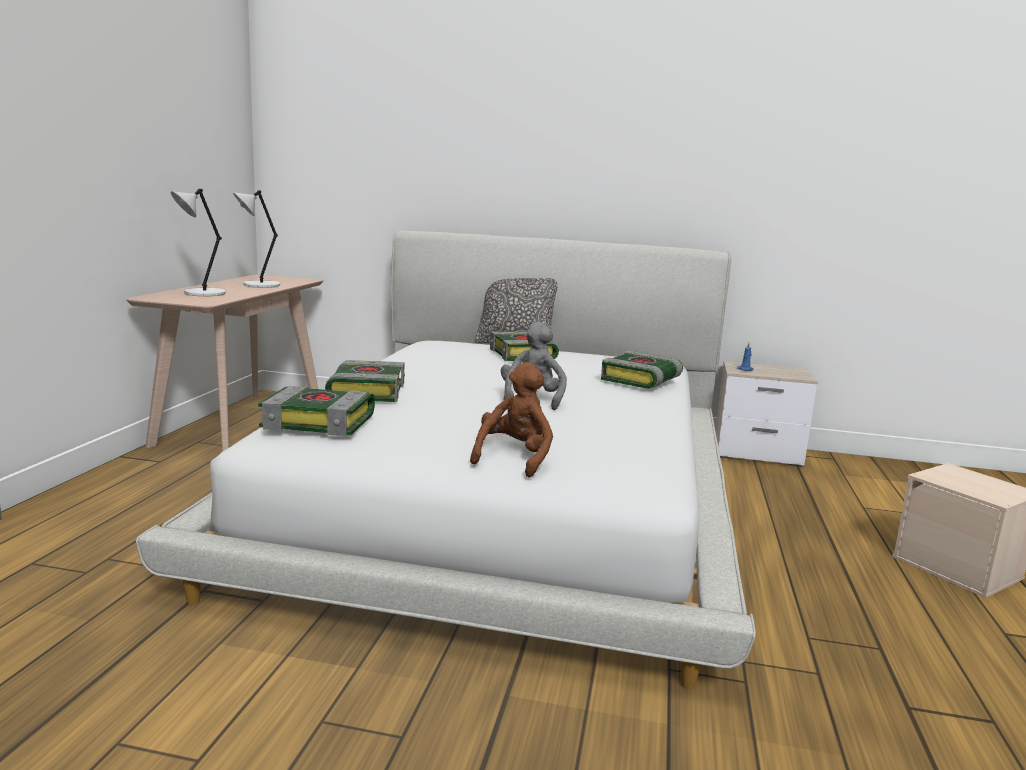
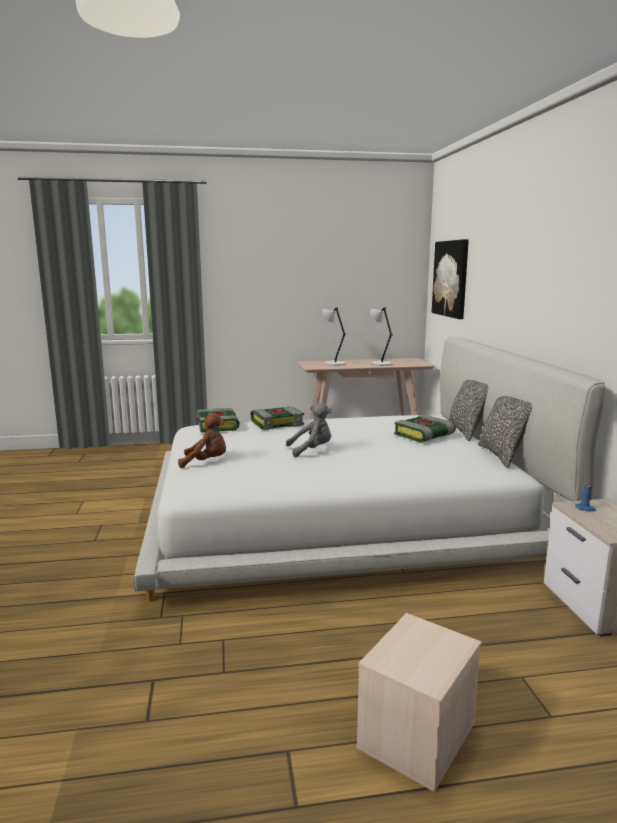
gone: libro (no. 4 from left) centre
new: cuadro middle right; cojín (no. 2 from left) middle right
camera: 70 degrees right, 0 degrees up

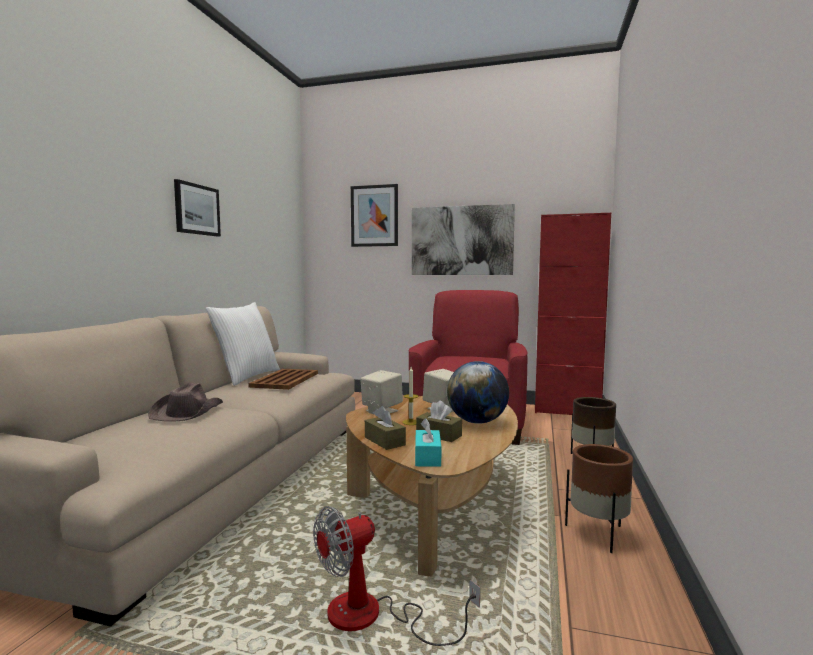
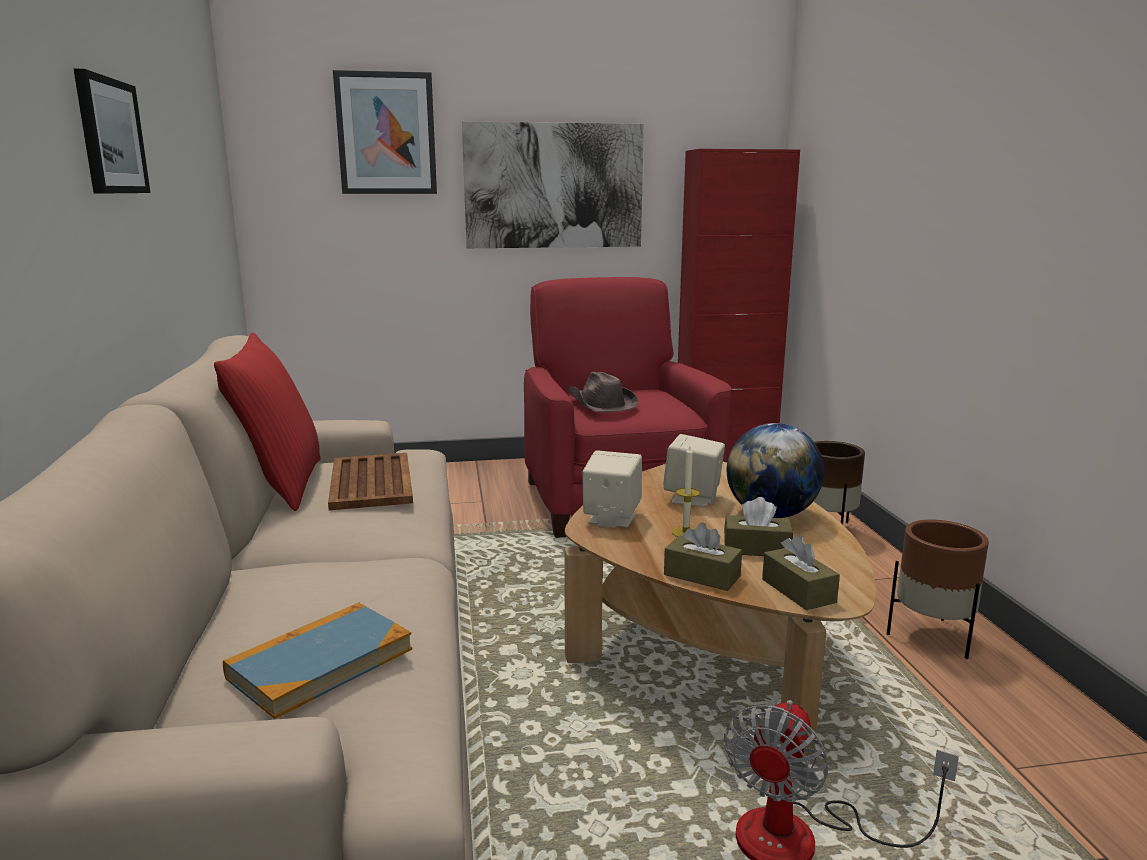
new: libro bottom left
shifted: sombrero/marrón middle left to centre
repainted: cojín/blanco middle left to cojín/rojo middle left; caja de pañuelos/turquesa bottom centre to caja de pañuelos/marrón (no. 3 from left) middle right
camera: 25 degrees left, 10 degrees up

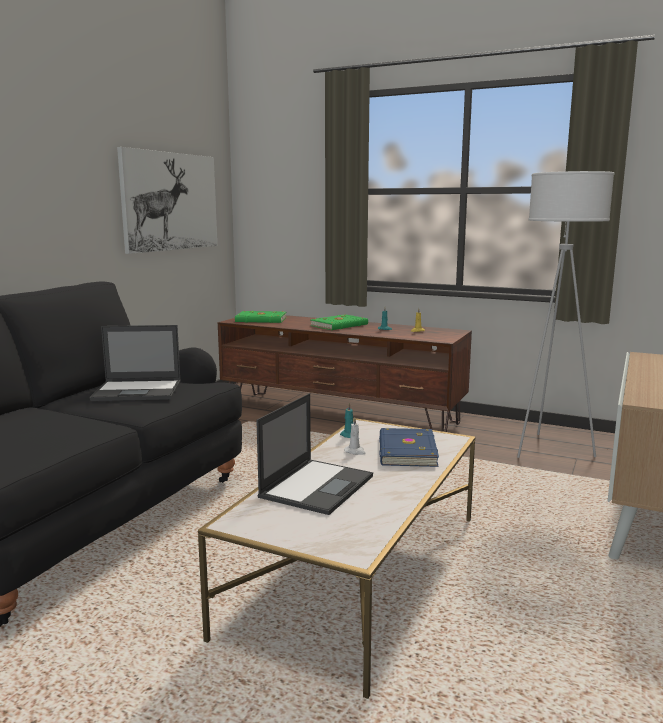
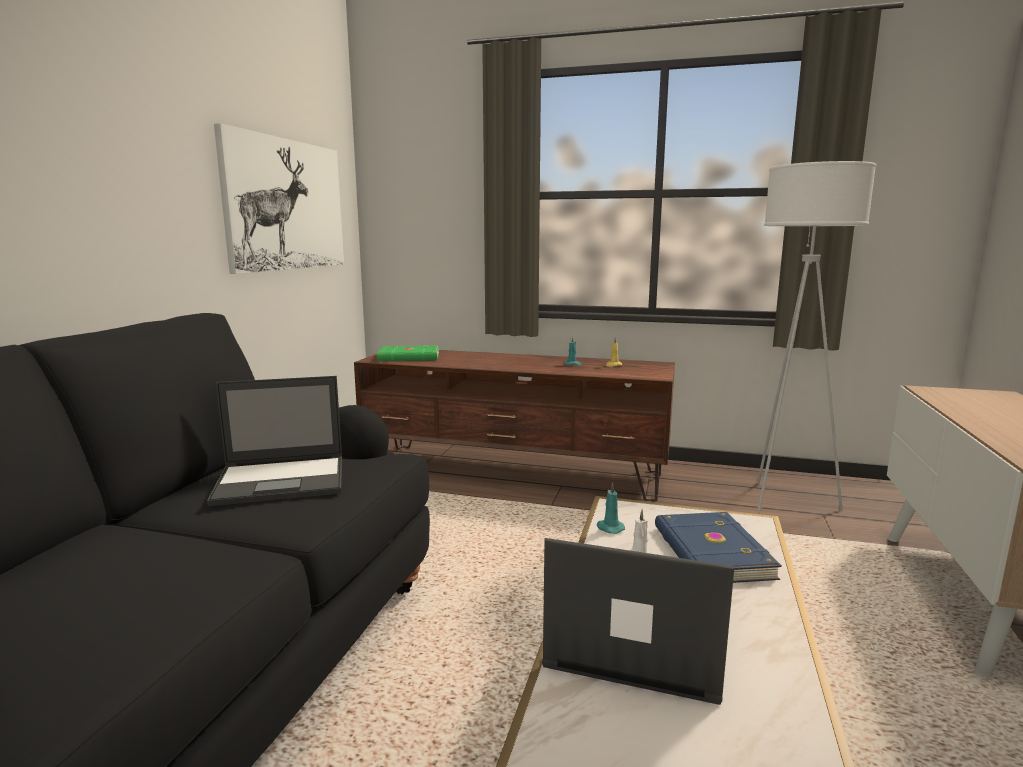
gone: libro/verde (no. 2 from left) centre
rotated: portátil (no. 2 from left) centre = bottom centre 90 degrees counterclockwise
camera: 10 degrees left, 0 degrees up

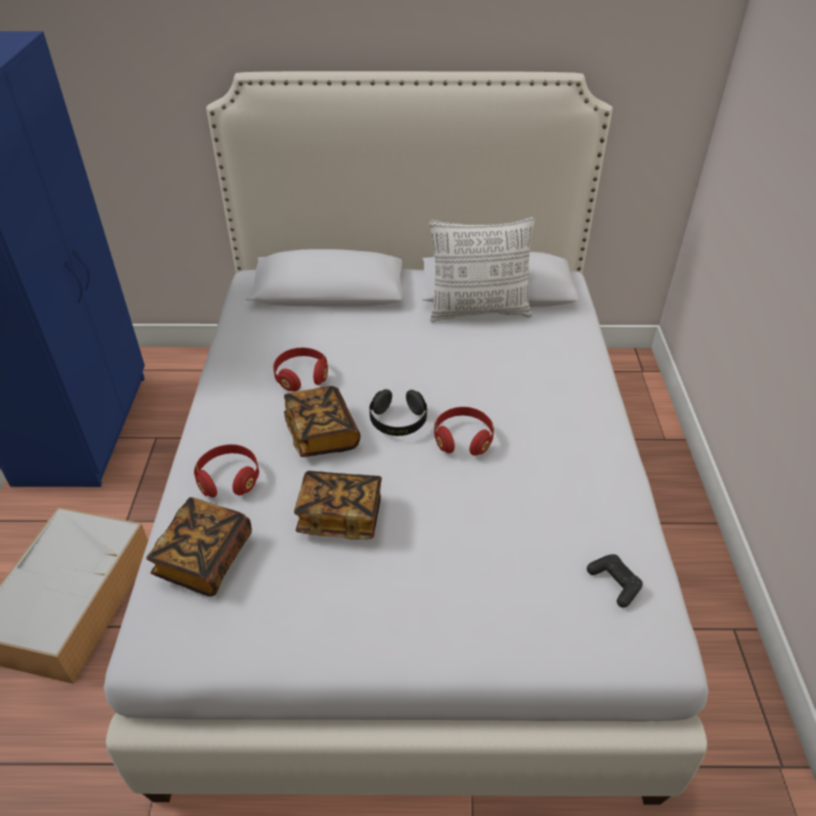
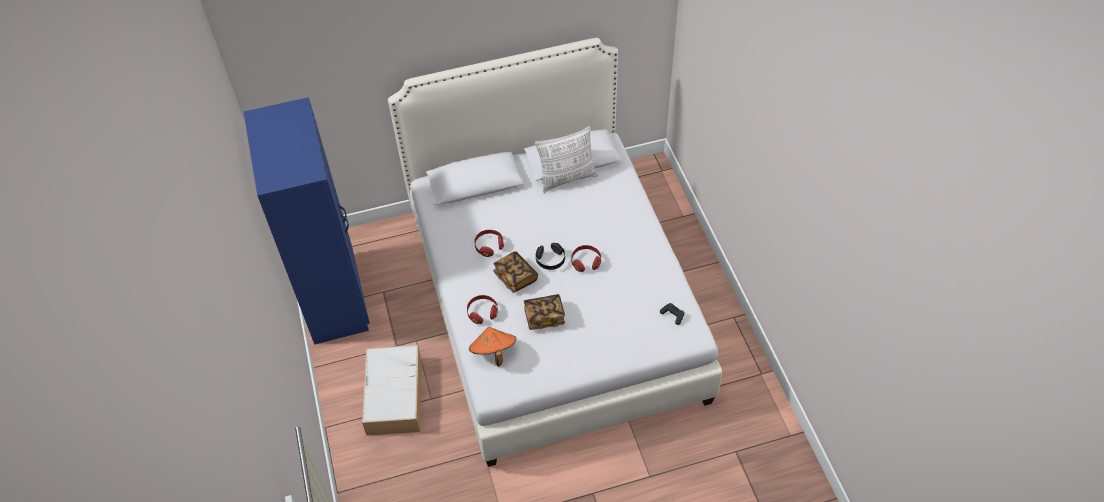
swapped: libro (no. 1 from left) bottom left to sombrero/naranja bottom centre
camera: 15 degrees left, 10 degrees up

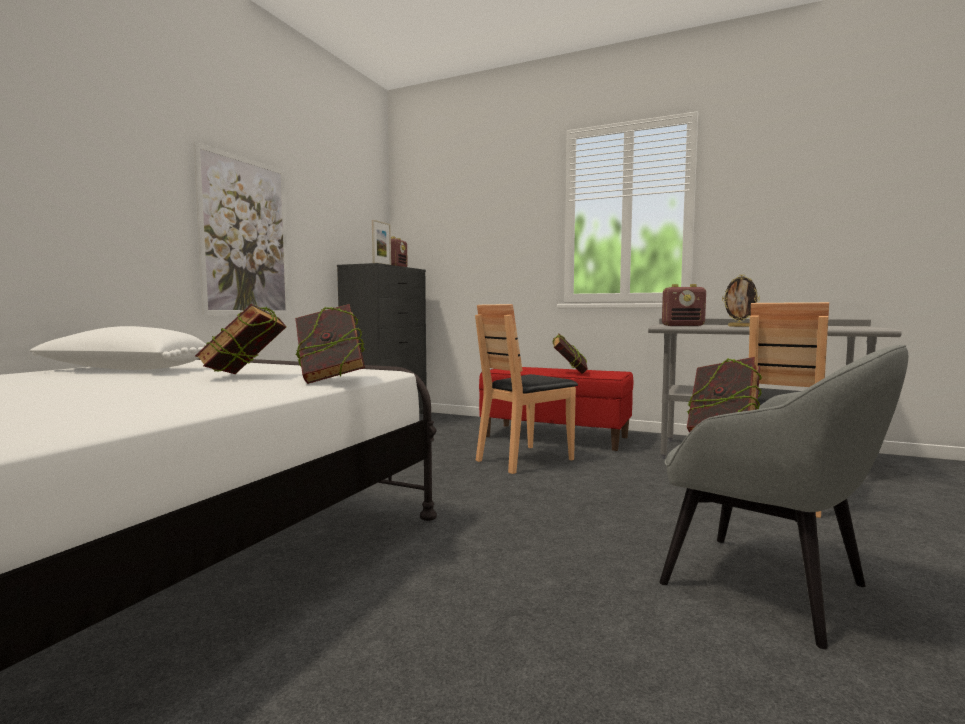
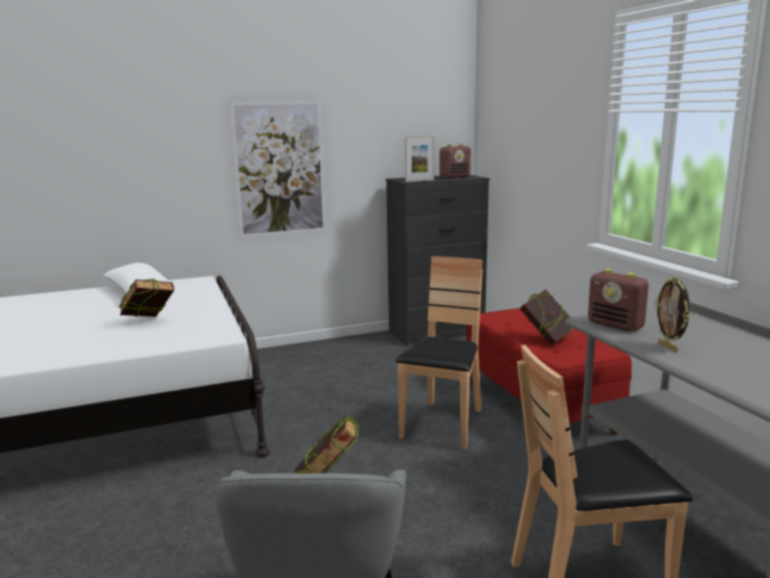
gone: libro (no. 2 from left) centre
rotated: silla/marrón (no. 1 from left) centre = centre 105 degrees clockwise
camera: 45 degrees right, 10 degrees up

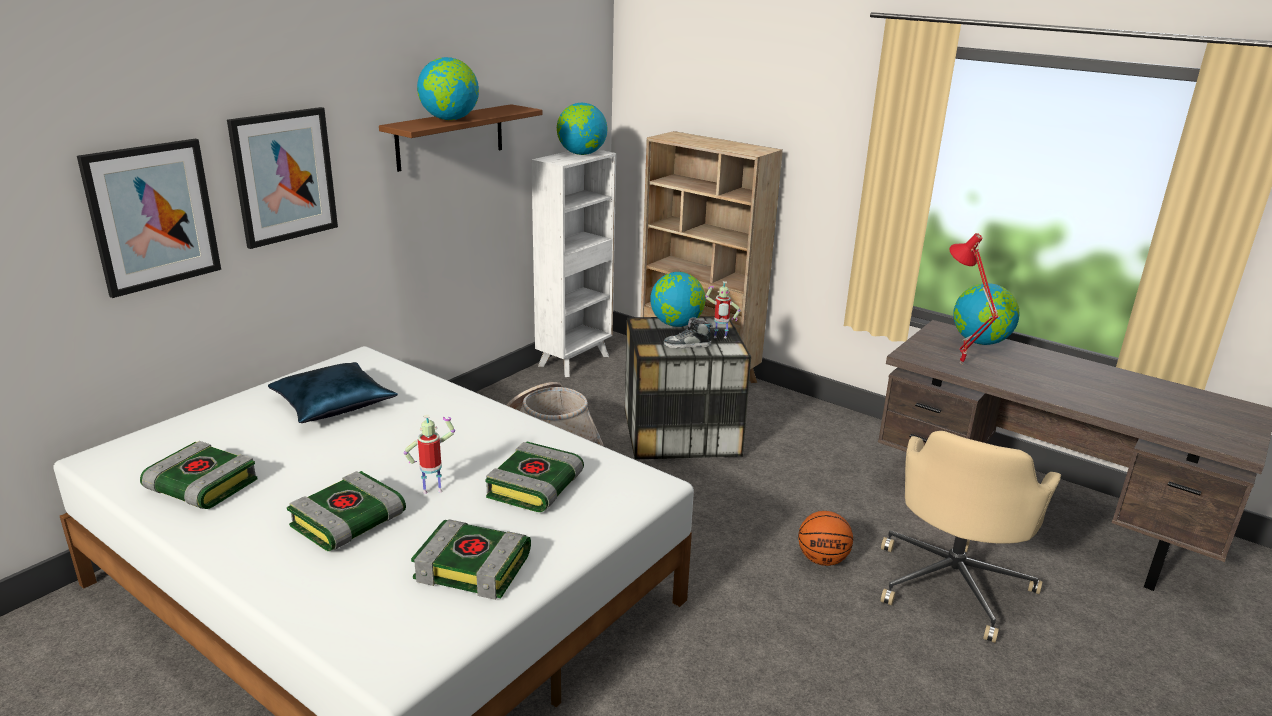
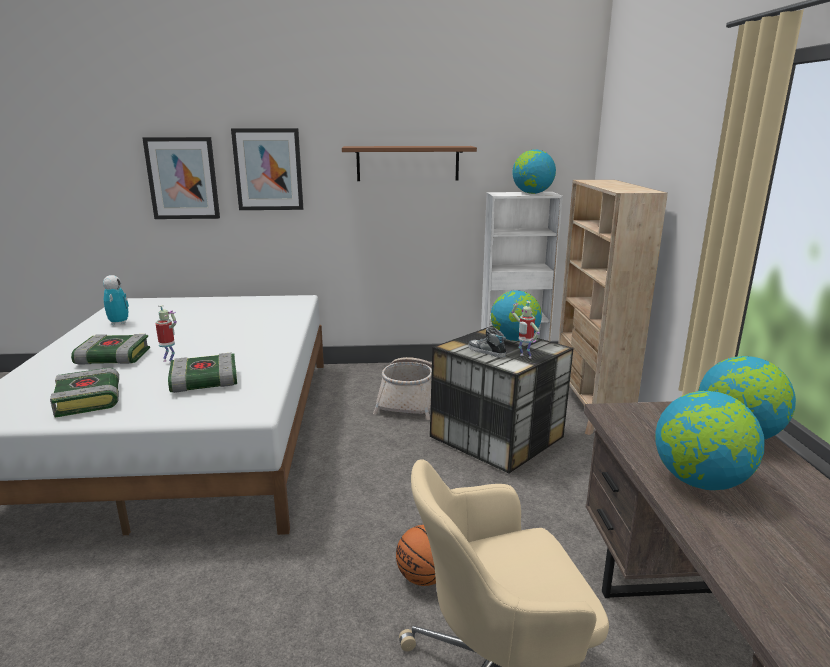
gone: lámpara de mesa/rojo middle right; cojín/azul middle left
shifted: globo terráqueo (no. 1 from left in the first image) top centre to globo terráqueo (no. 3 from left) middle right
swapped: libro (no. 1 from left) middle left to robot de juguete (no. 1 from left) middle left
camera: 50 degrees right, 5 degrees down

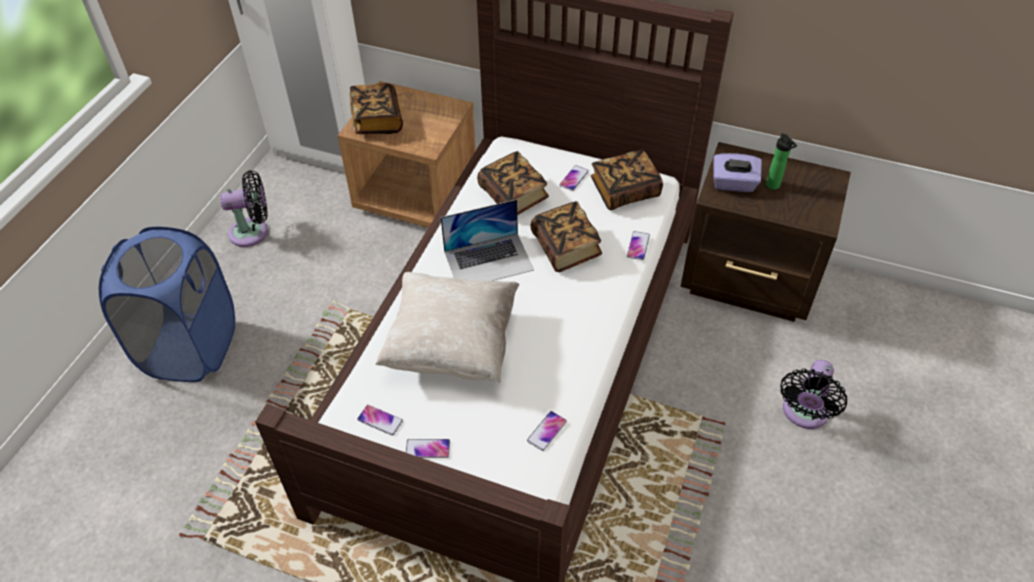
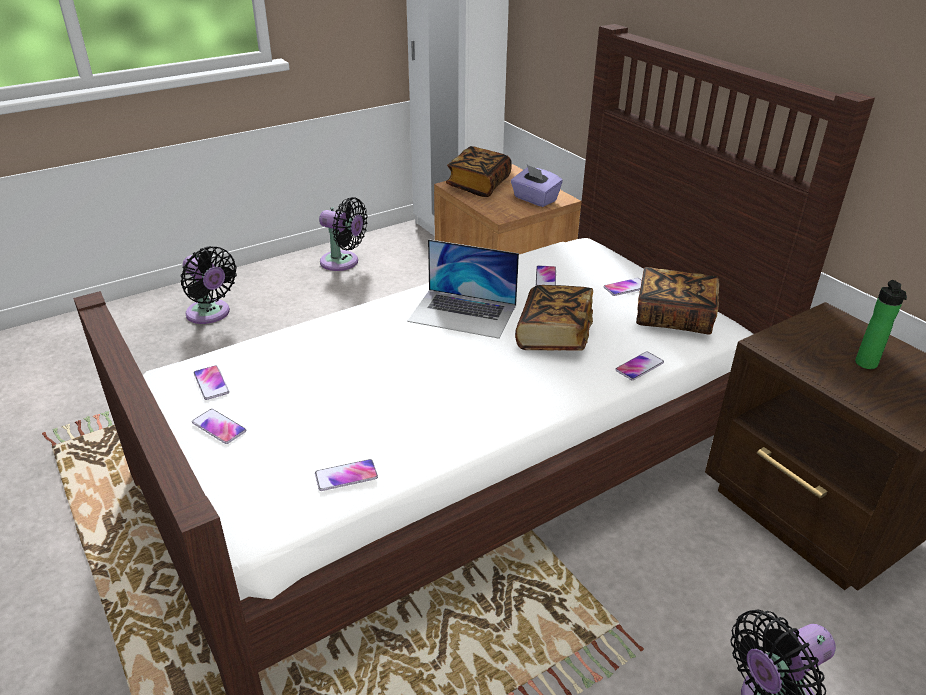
gone: cojín/beis centre
shifted: caja de pañuelos/morado top right to top centre
swapped: libro (no. 2 from left) top centre to móvil (no. 4 from left) centre; cesto de la ropa/azul middle left to ventilador/negro (no. 1 from left) middle left
camera: 35 degrees right, 15 degrees down

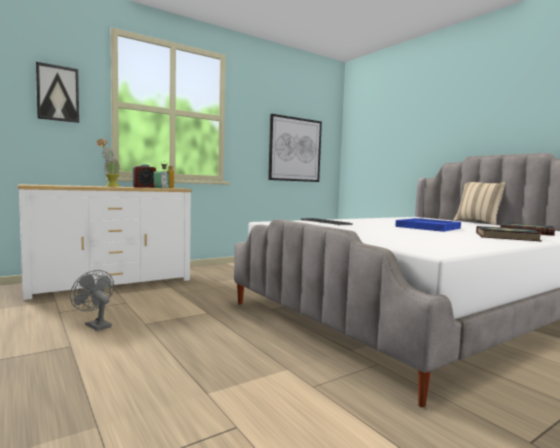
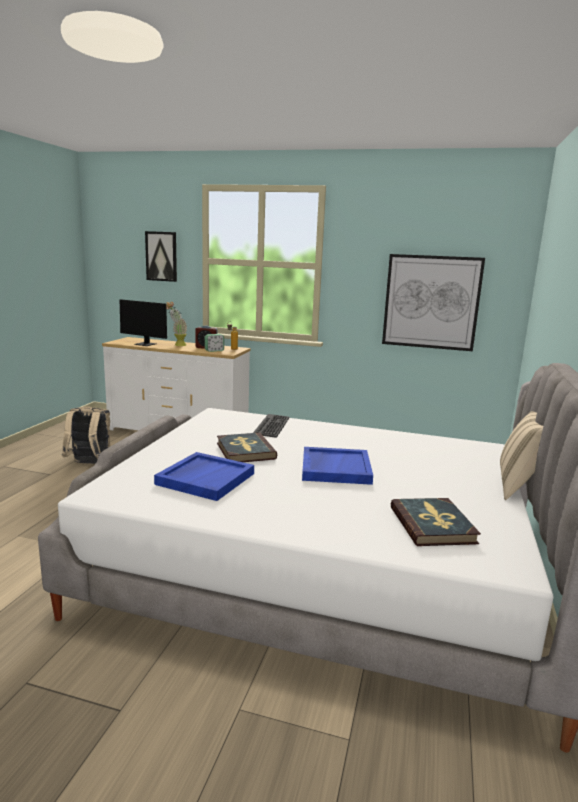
new: monitor middle left; bandeja/azul (no. 1 from left) centre
shifted: libro (no. 1 from left) middle right to centre
swapped: ventilador/gris bottom left to mochila/beis middle left
camera: 50 degrees right, 10 degrees up

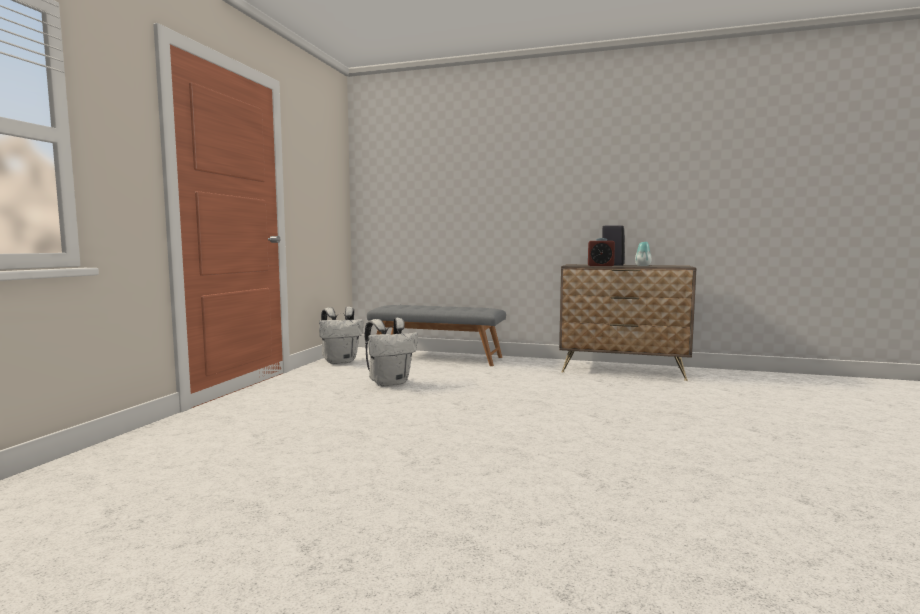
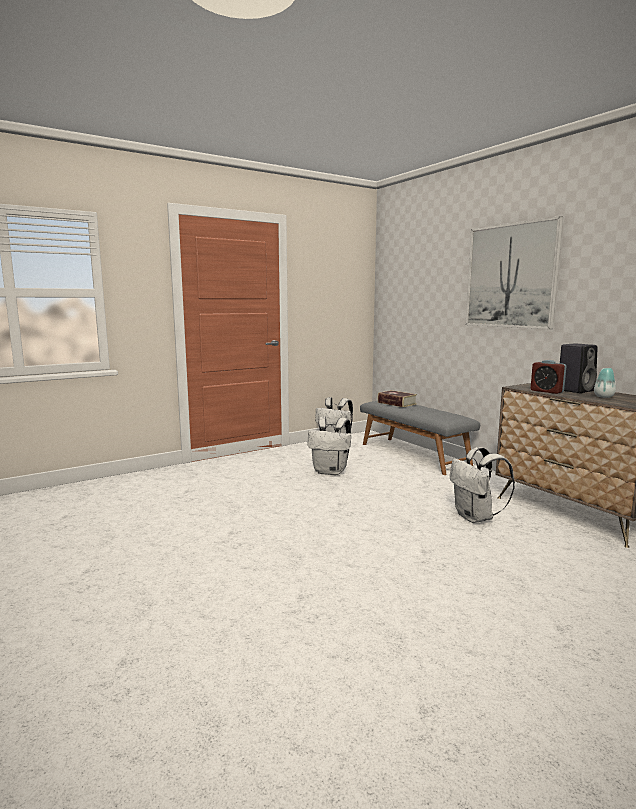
new: cuadro middle right; libro centre; mochila/blanco (no. 3 from left) middle right
camera: 40 degrees right, 5 degrees up

